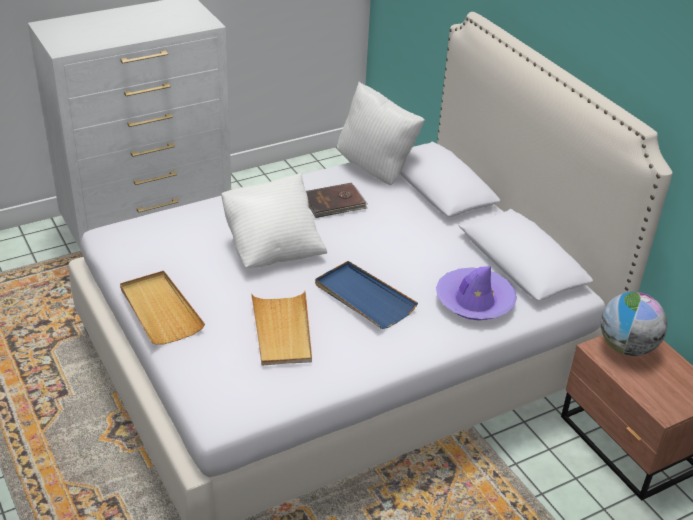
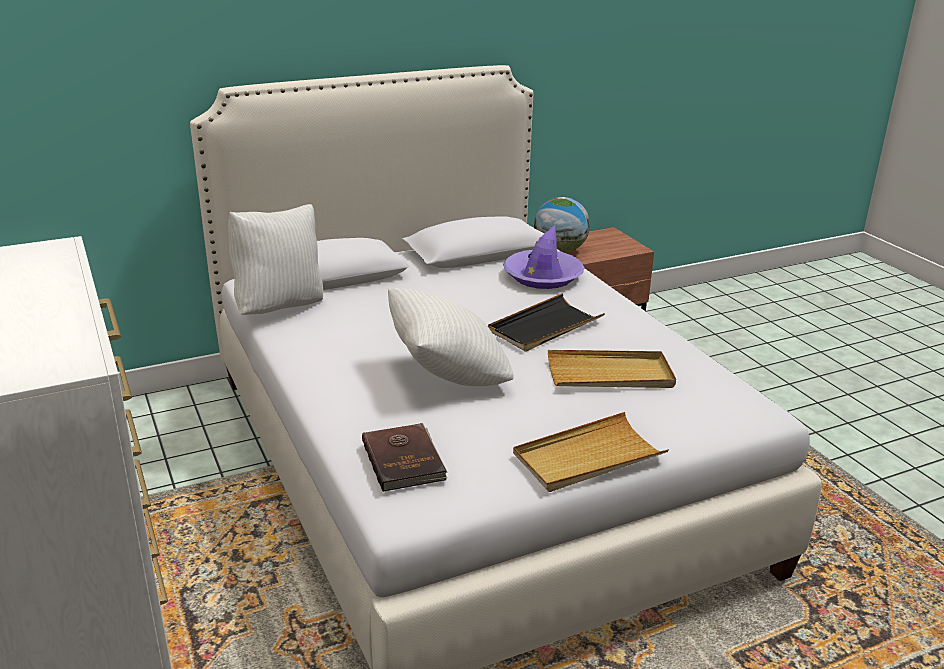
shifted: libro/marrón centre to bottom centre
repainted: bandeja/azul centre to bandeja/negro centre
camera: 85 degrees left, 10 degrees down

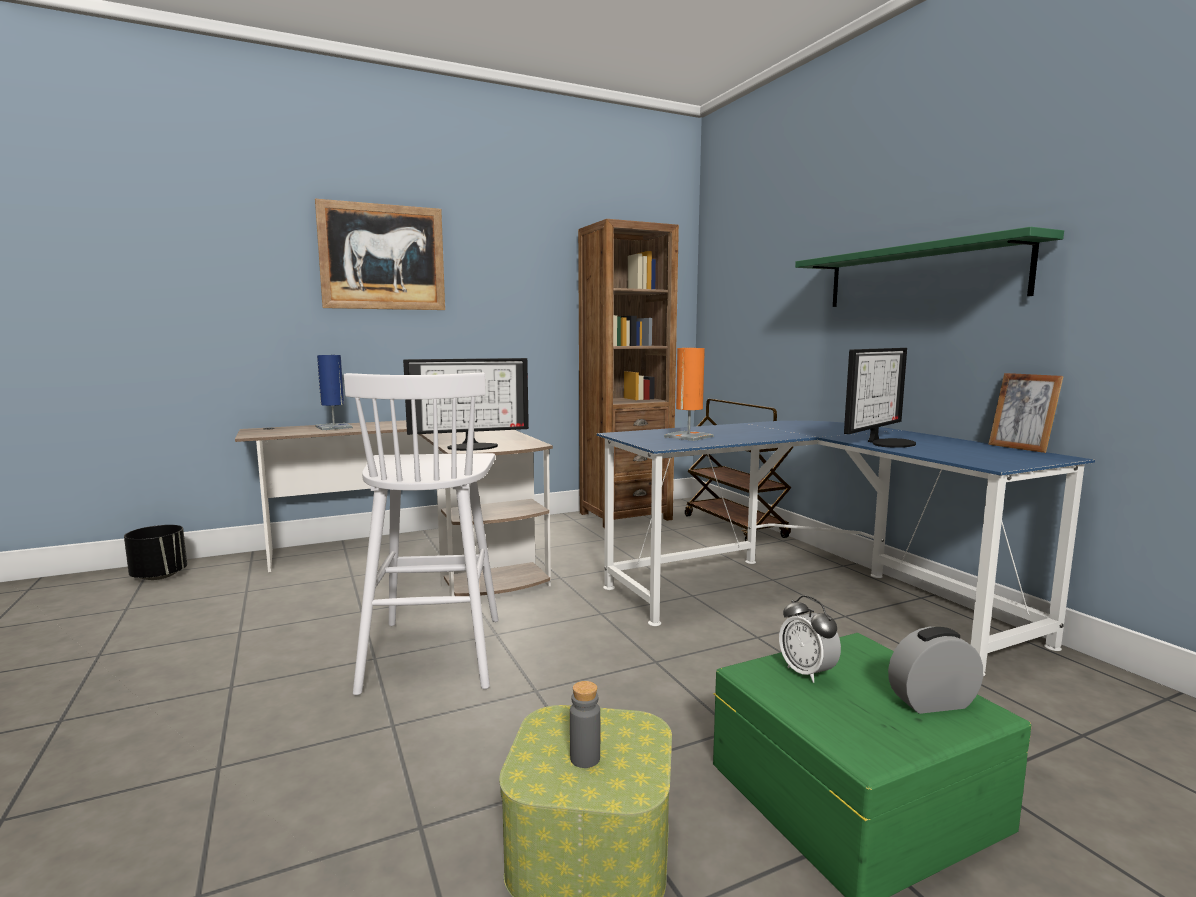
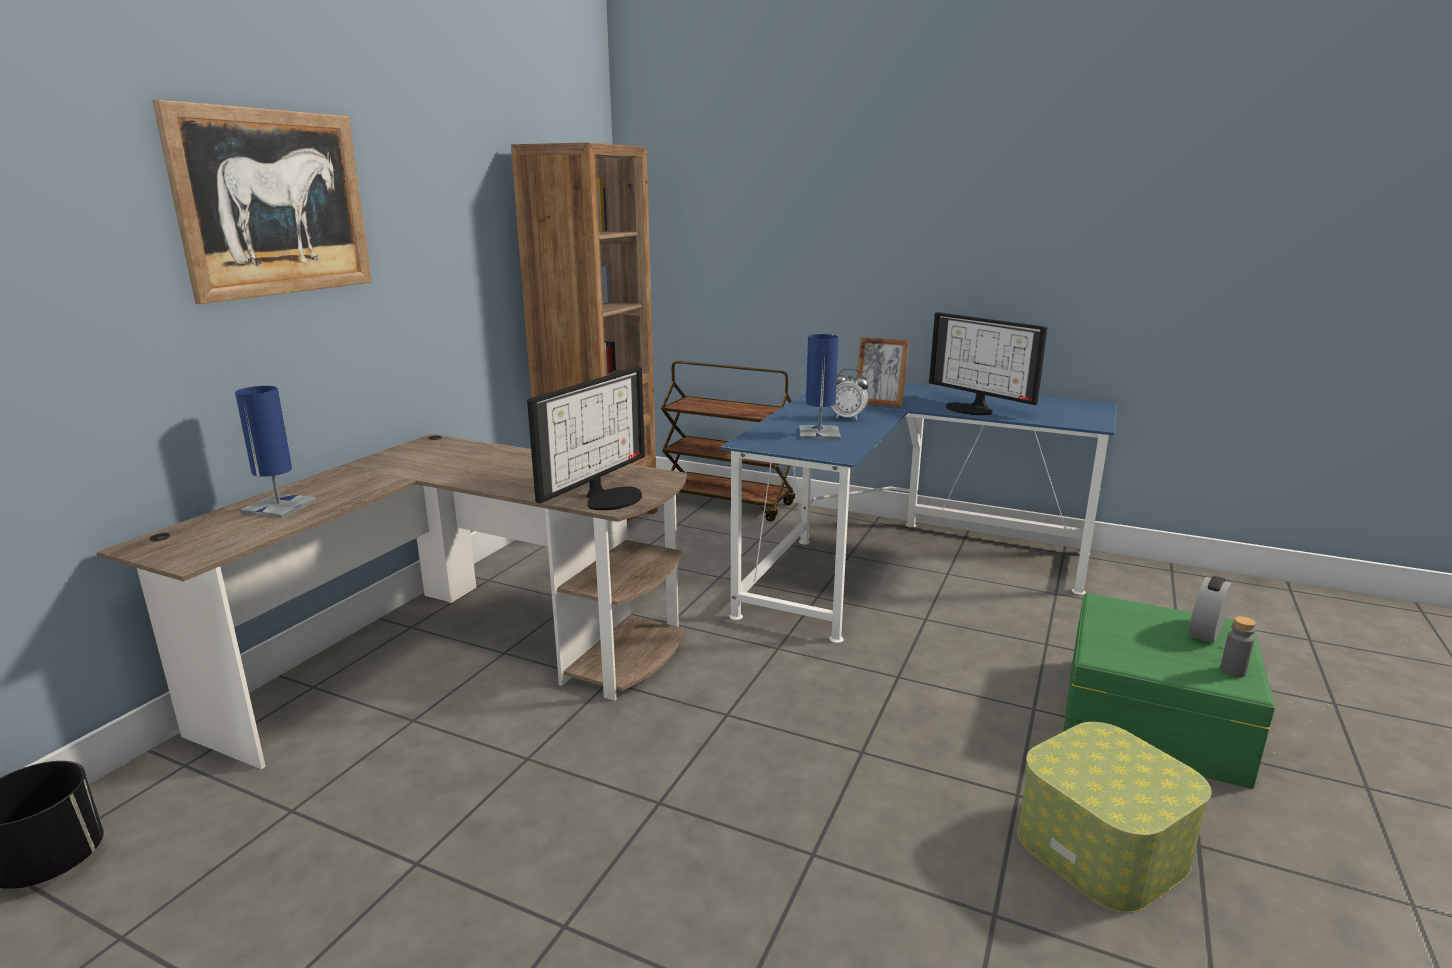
gone: estante/verde top right; taburete/blanco centre
shifted: portarretratos middle right to centre; despertador (no. 1 from left) bottom right to centre; botella/gris bottom centre to bottom right
repainted: lámpara de mesa/naranja centre to lámpara de mesa/azul (no. 2 from left) centre
rotated: monitor (no. 2 from left) middle right = middle right 135 degrees clockwise
camera: 40 degrees left, 10 degrees up

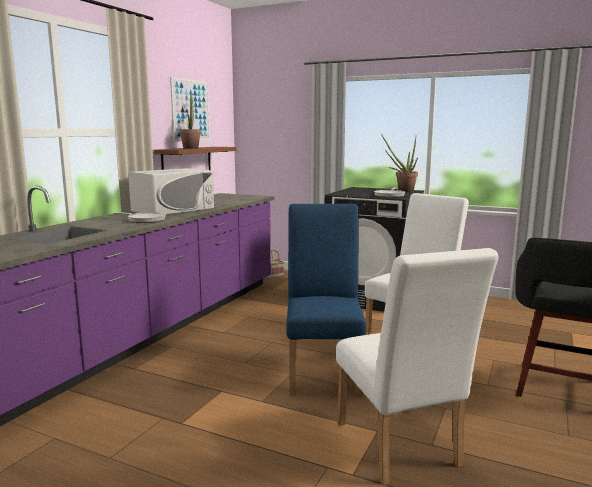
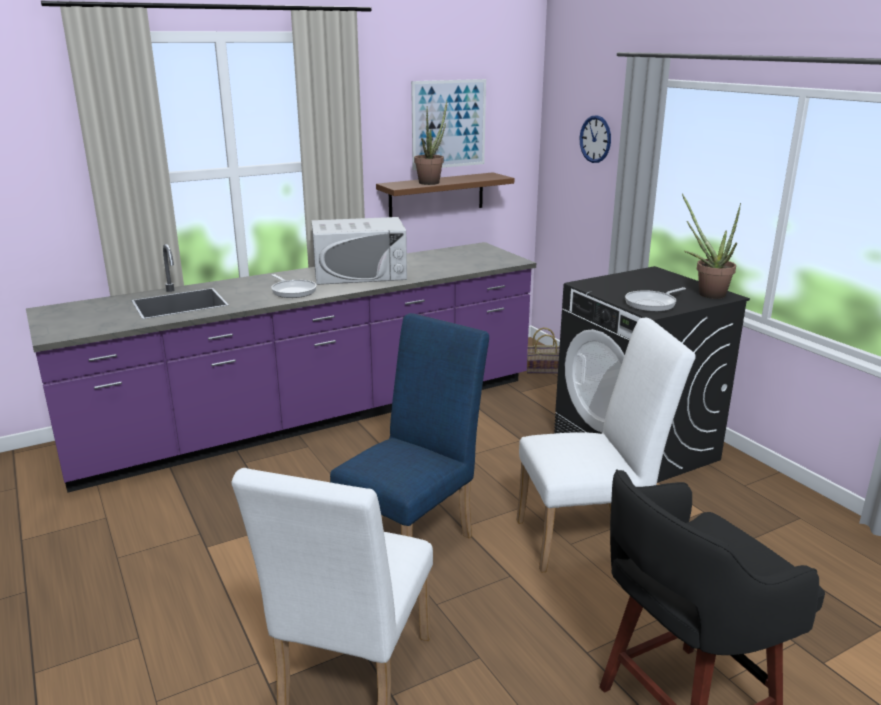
new: reloj de pared top right
camera: 35 degrees right, 10 degrees up

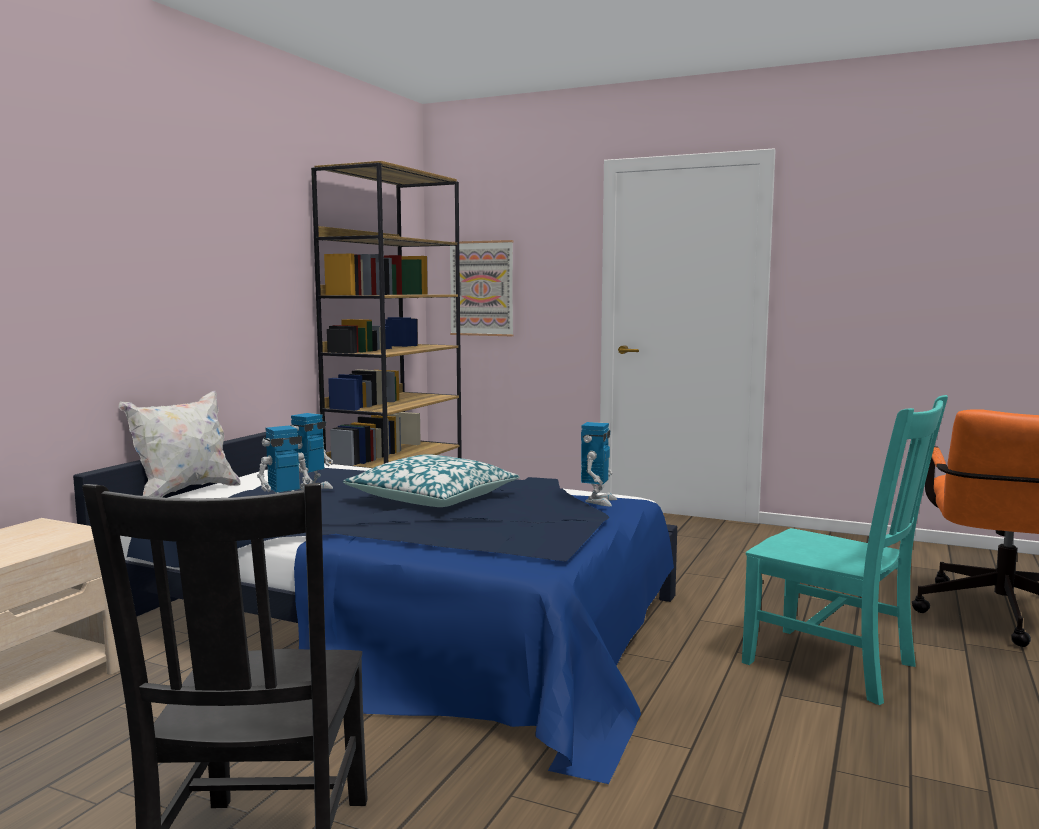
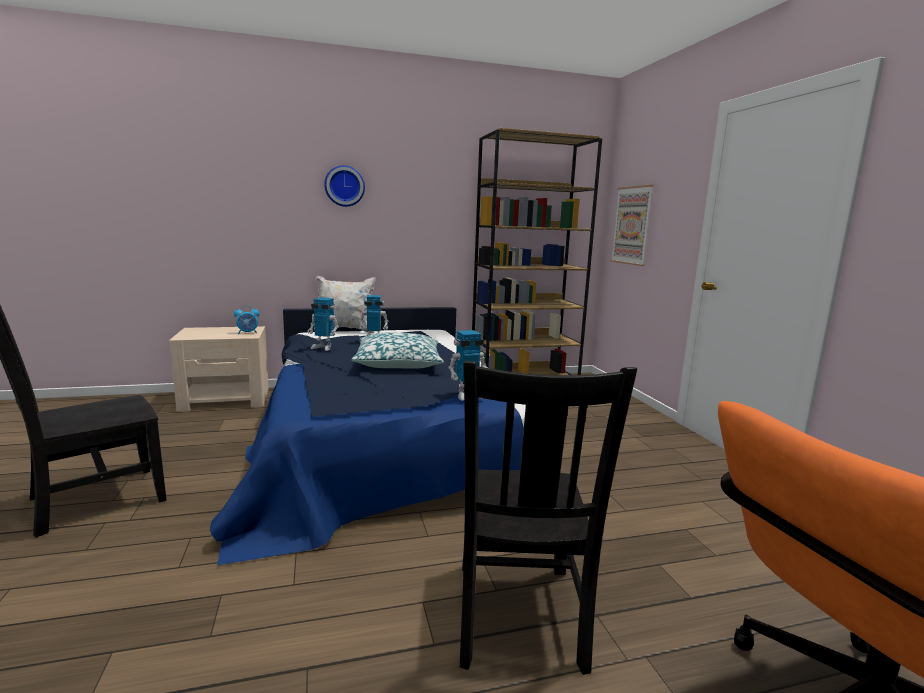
new: reloj de pared top centre; despertador middle left
repainted: silla/turquesa middle right to silla/negro (no. 2 from left) bottom centre
camera: 50 degrees right, 5 degrees up

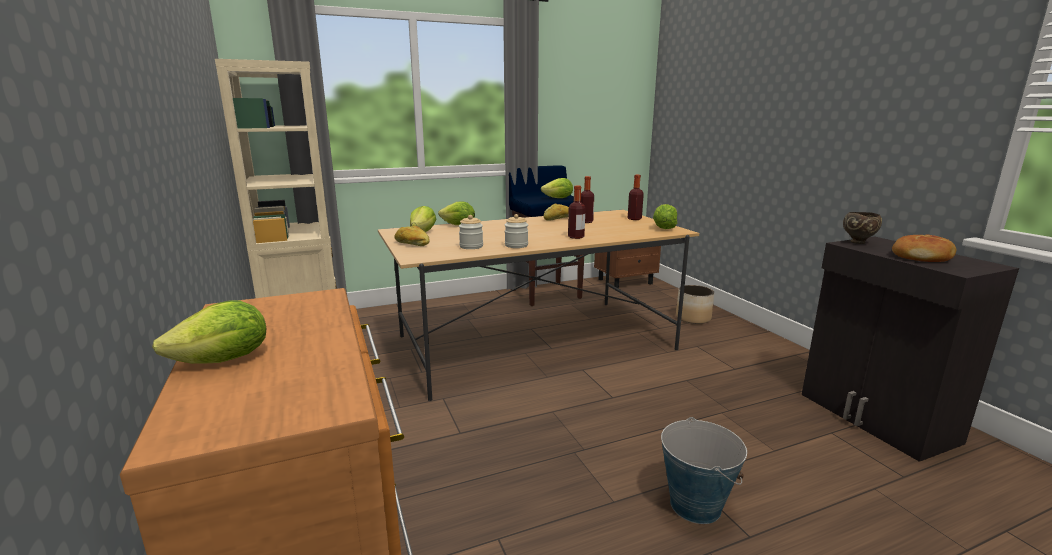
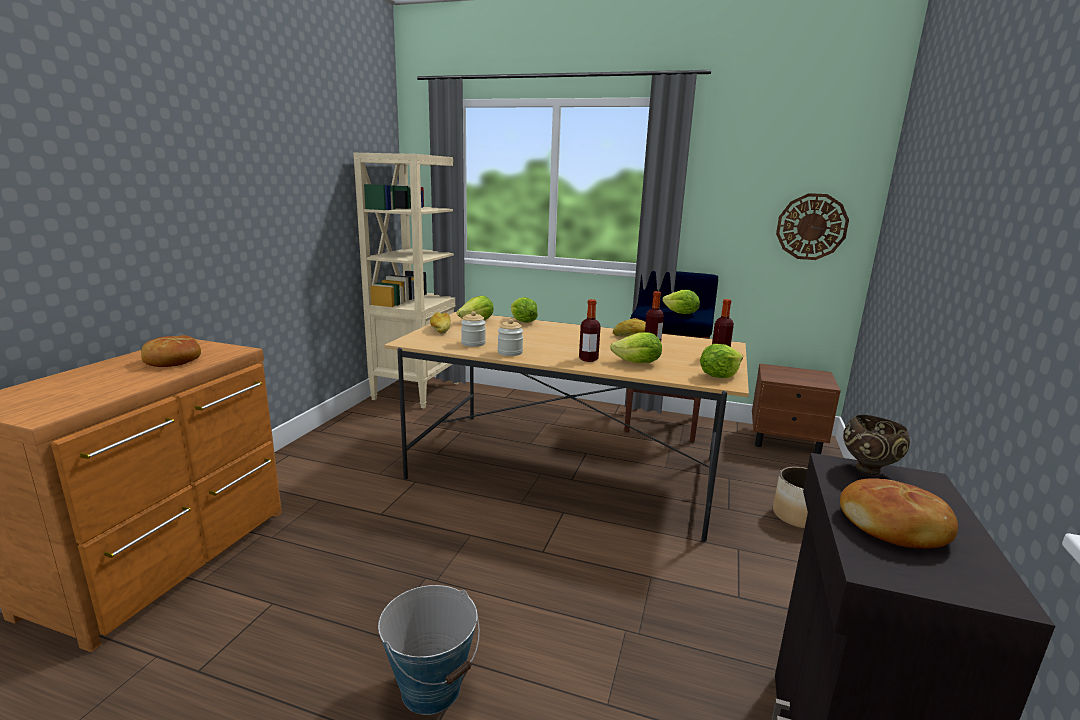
new: reloj de pared top right; pan (no. 1 from left) middle left
shifted: lechuga (no. 1 from left in the first image) middle left to lechuga (no. 3 from left) centre
camera: 40 degrees right, 0 degrees up

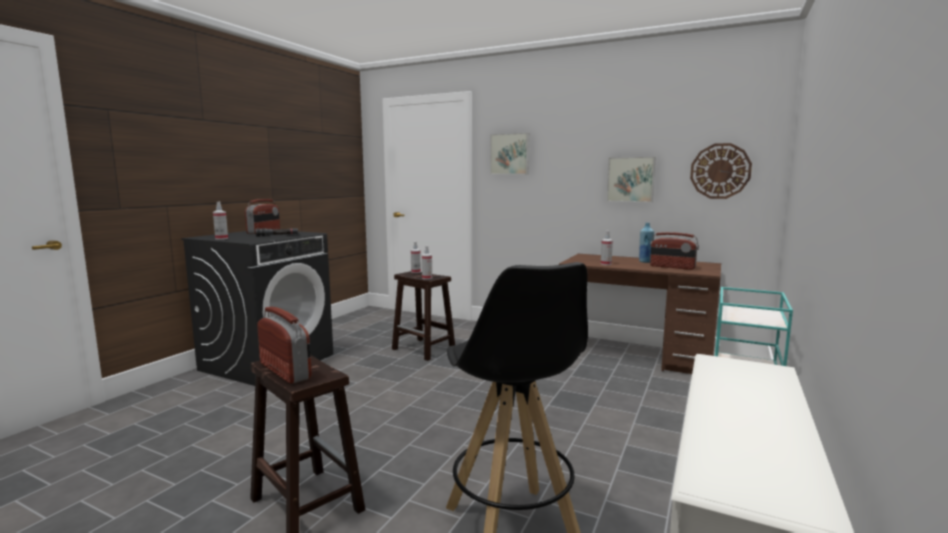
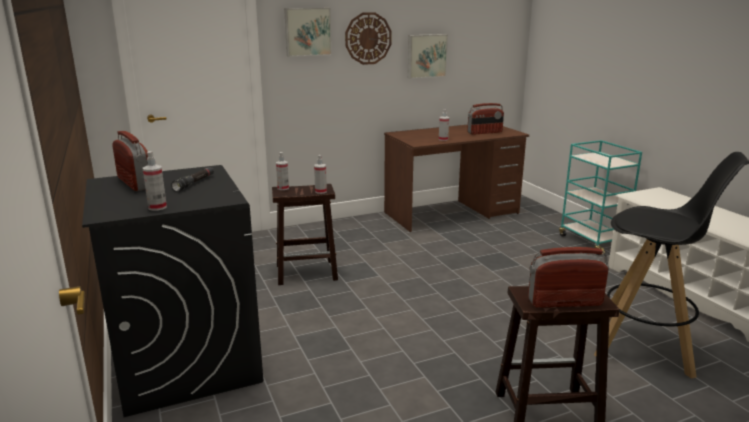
gone: botella/azul middle right
shifted: reloj de pared top right to top centre
camera: 50 degrees left, 10 degrees up

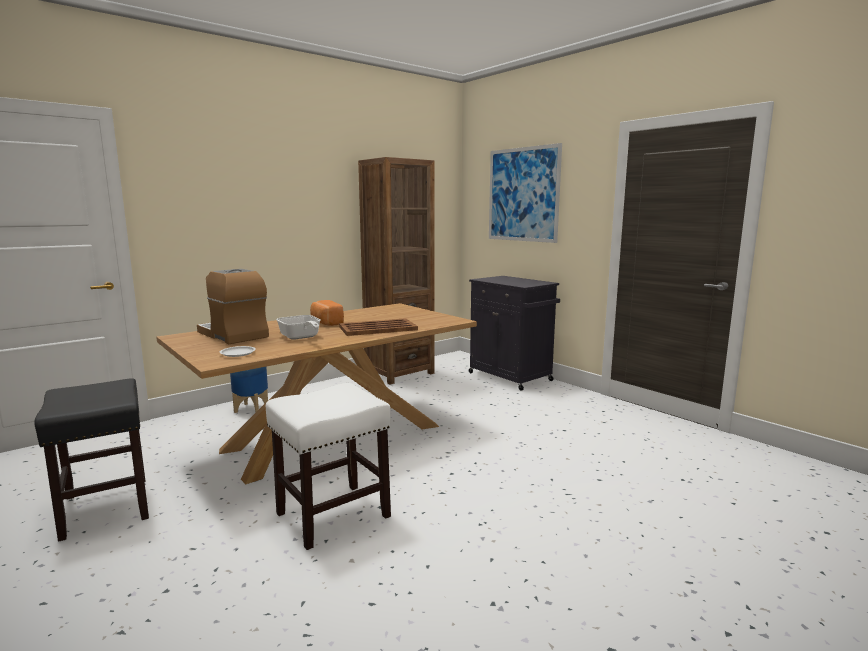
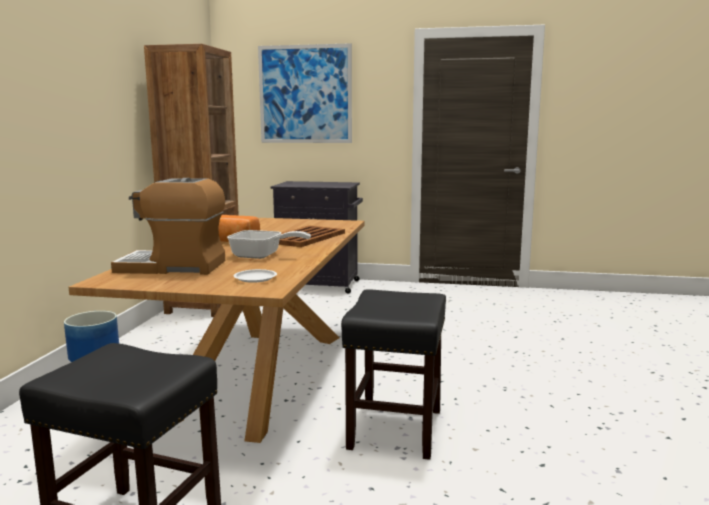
repainted: taburete/blanco bottom centre to taburete/negro (no. 2 from left) bottom centre
camera: 40 degrees left, 0 degrees up

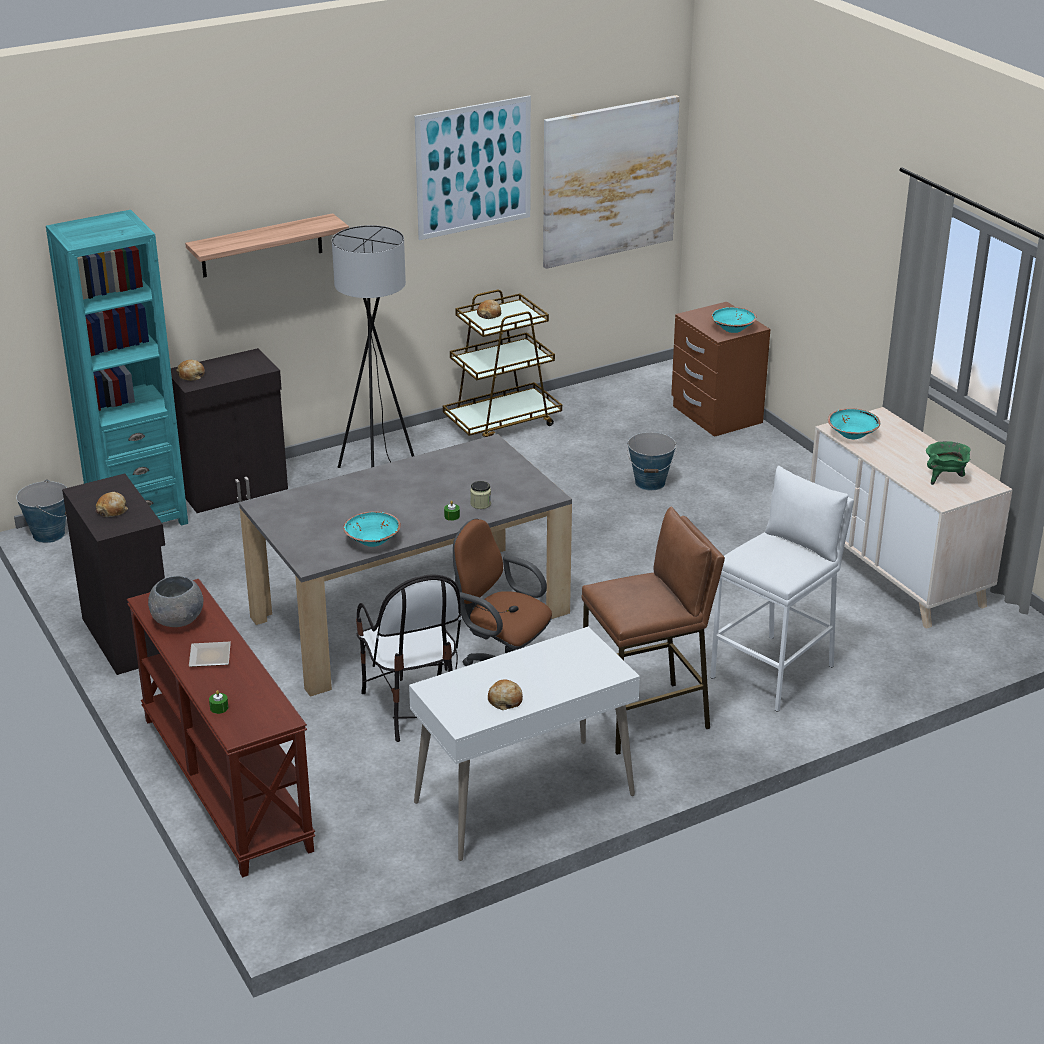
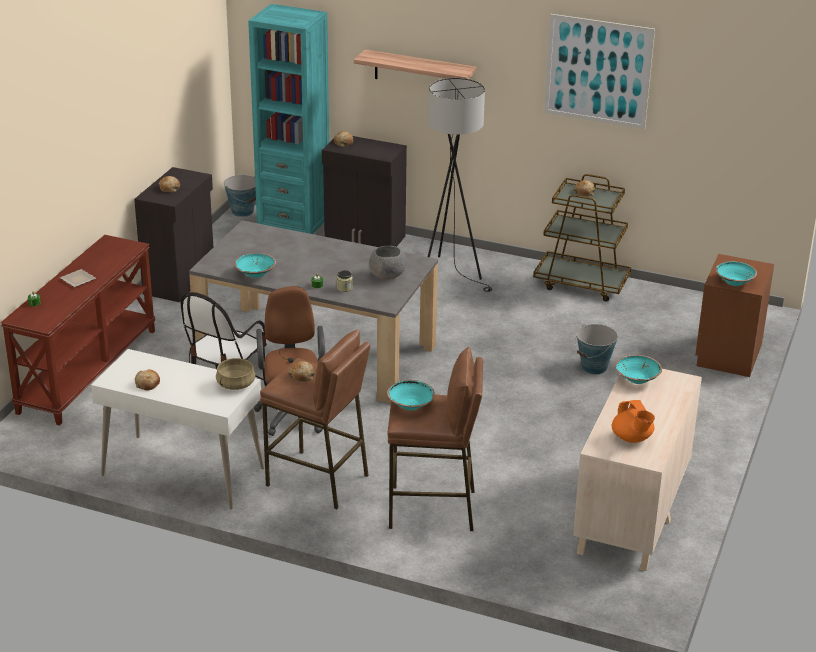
gone: cuadro (no. 2 from left) top centre
new: olla/beis middle left; pan (no. 3 from left) centre; cuenco/turquesa (no. 2 from left) centre
shifted: cuenco/gris middle left to centre
swapped: olla/verde middle right to tetera/naranja middle right
repainted: taburete/blanco middle right to taburete/marrón (no. 2 from left) bottom centre
camera: 50 degrees right, 0 degrees up

